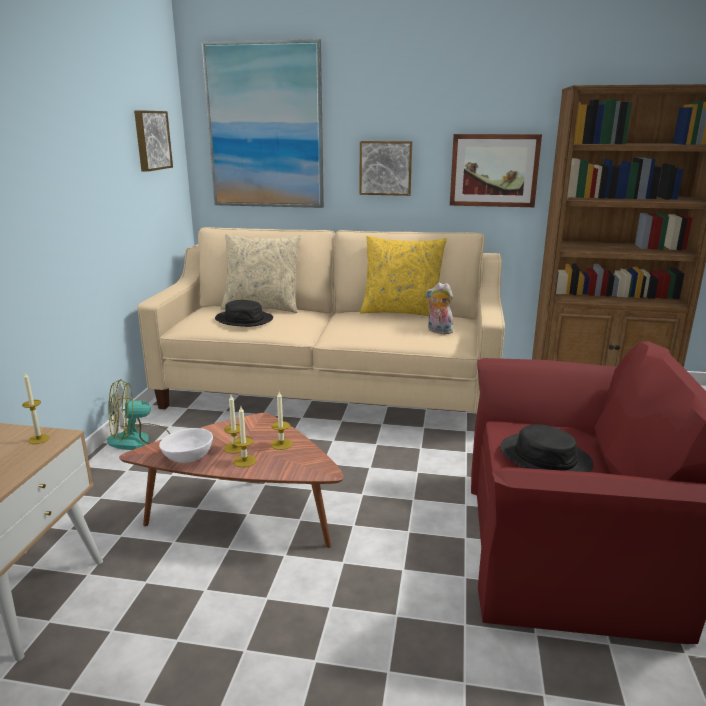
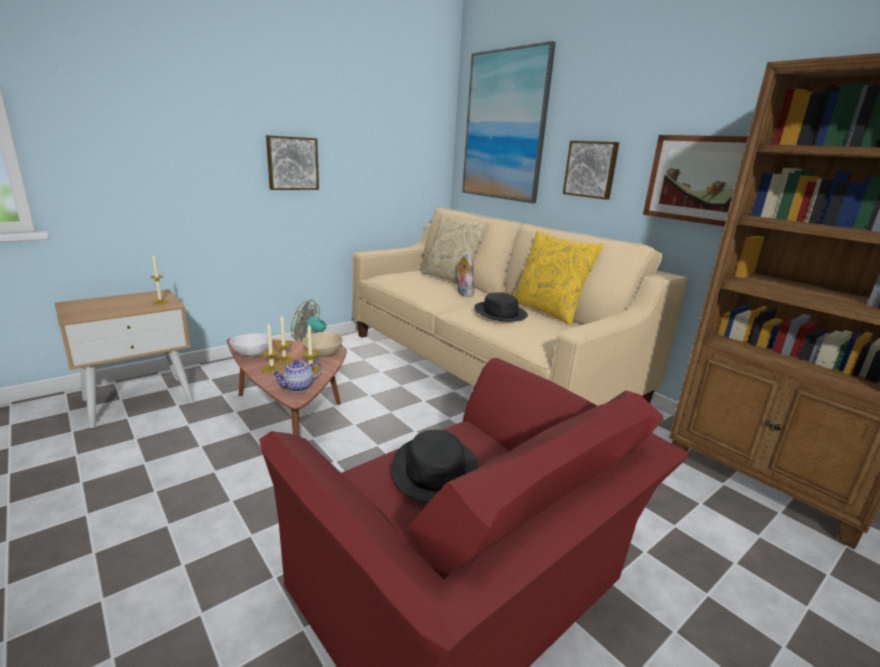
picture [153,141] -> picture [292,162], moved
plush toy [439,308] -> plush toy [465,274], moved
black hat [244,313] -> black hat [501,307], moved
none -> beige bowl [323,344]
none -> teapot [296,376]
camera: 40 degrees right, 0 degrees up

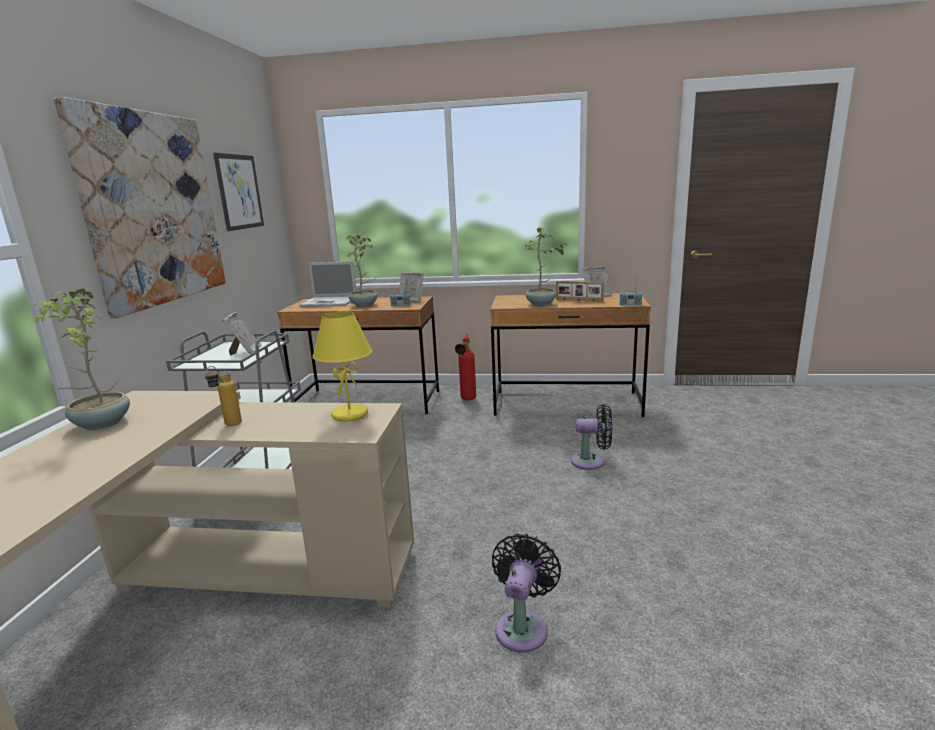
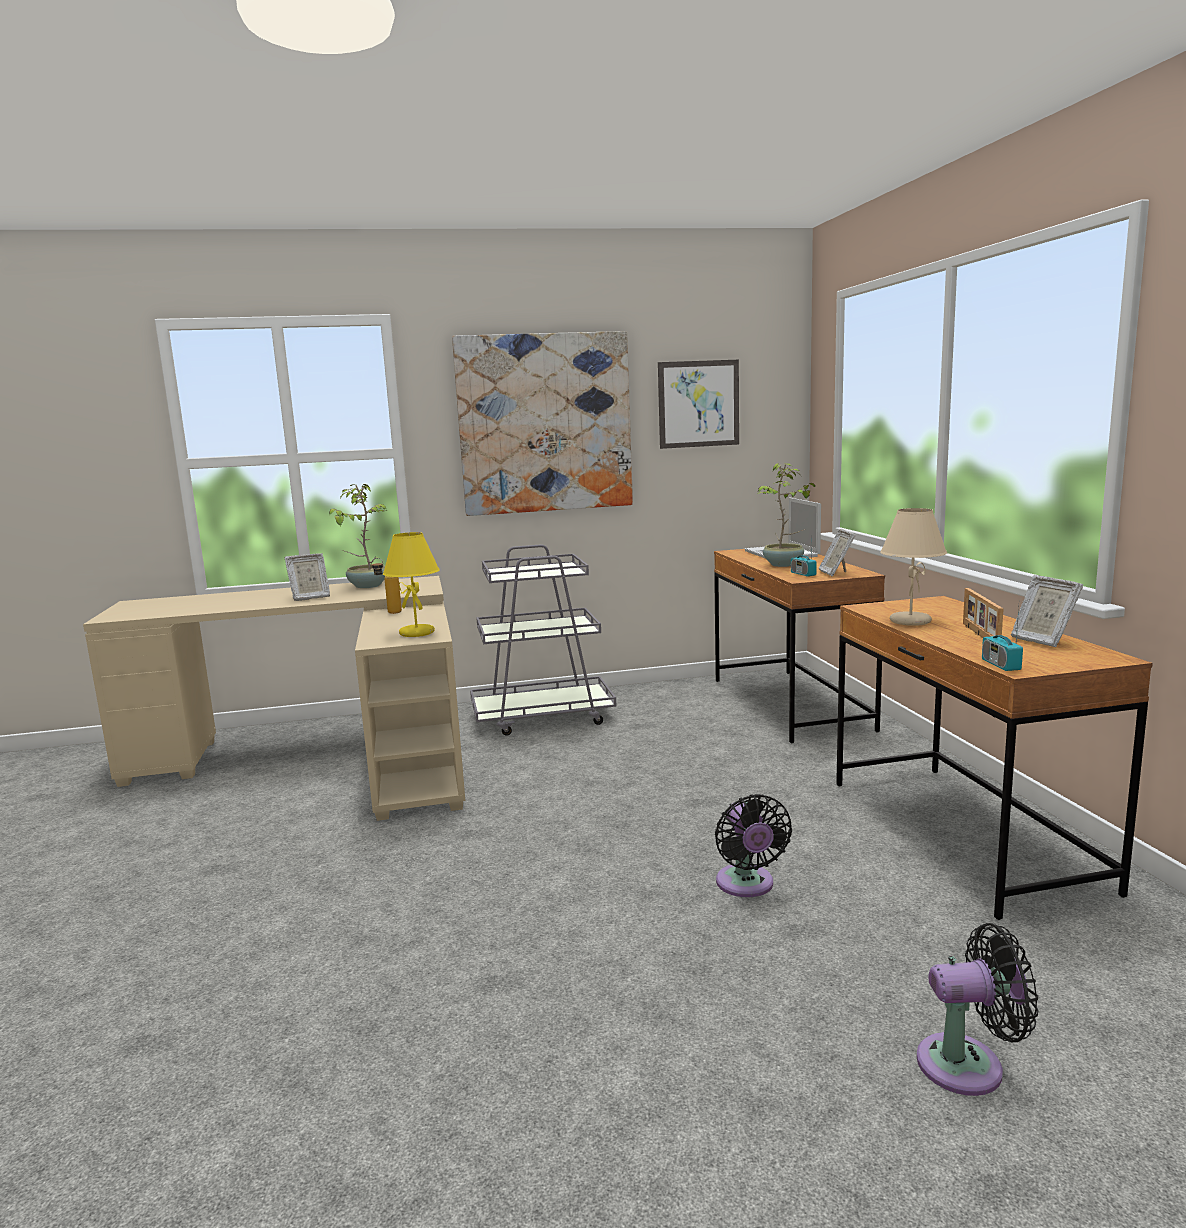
potted plant [543,266] -> beige table lamp [913,567]
picture frame [242,334] -> picture frame [307,577], moved
fire extinguisher [465,367] -> none
black fan [526,593] -> black fan [977,1009], moved
camera: 70 degrees right, 5 degrees down

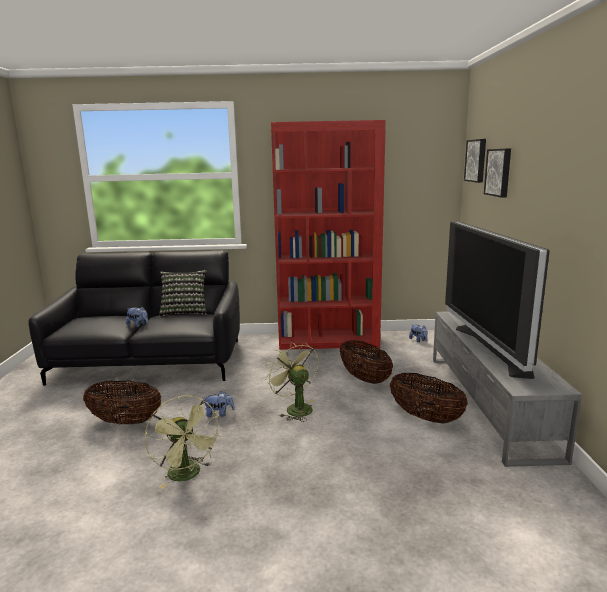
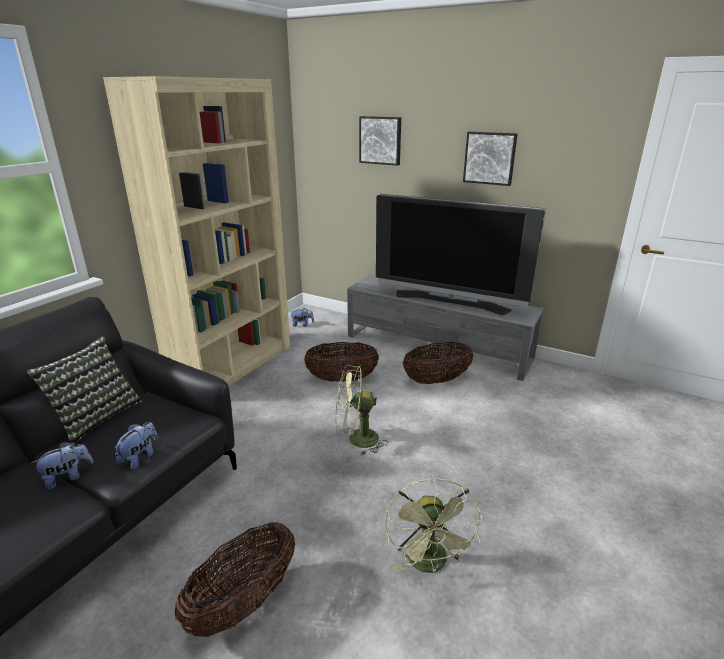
red bookcase [328,235] -> beige bookcase [196,231]
picture [475,161] -> picture [490,159], moved
plush toy [219,404] -> plush toy [136,445], moved
green fan [183,442] -> green fan [433,525], 90 degrees clockwise
camera: 60 degrees left, 10 degrees up

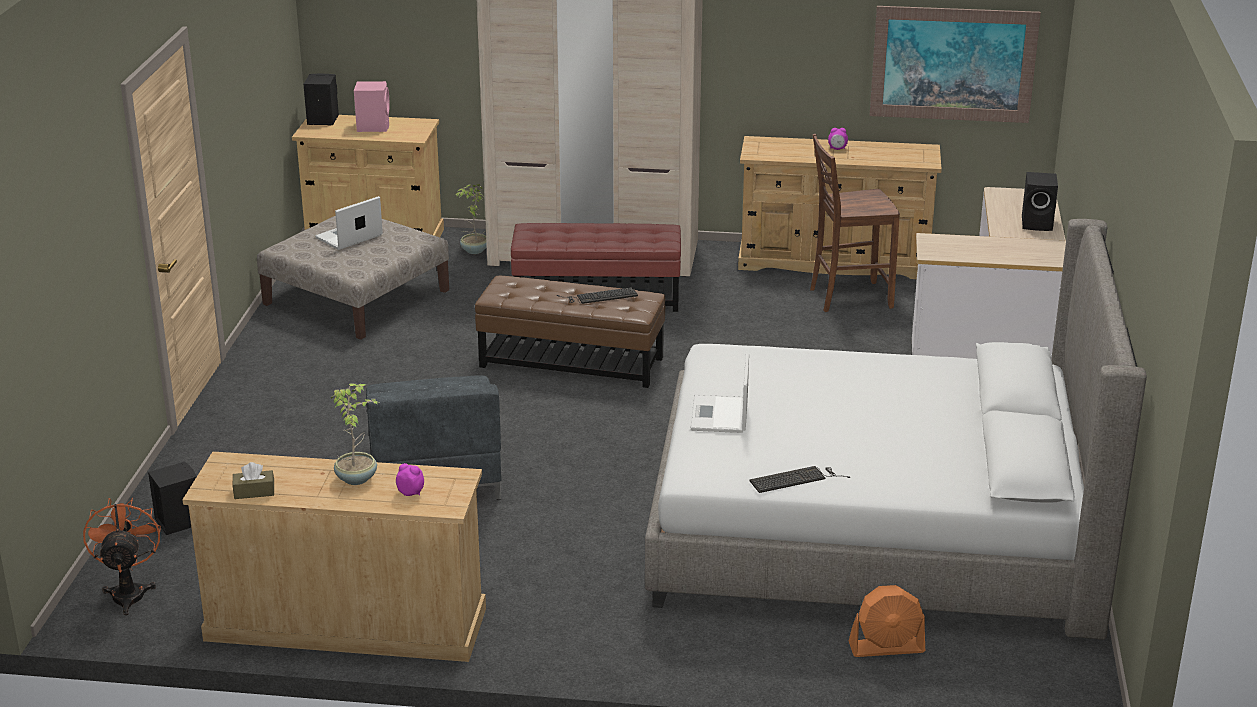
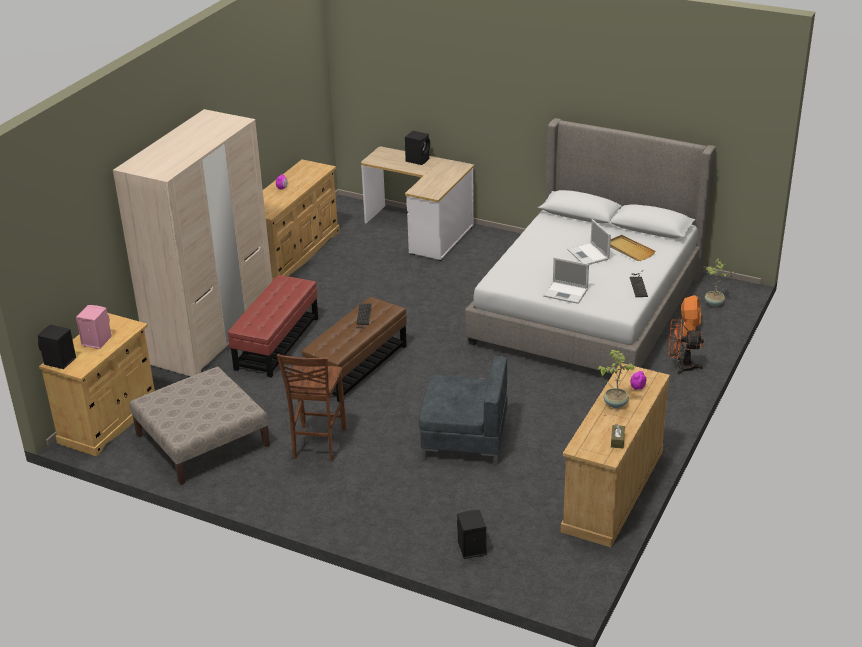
picture [955,64] -> none
brown chair [855,223] -> brown chair [312,407], moved
potted plant [471,219] -> potted plant [719,282], moved
laptop [349,223] -> laptop [589,242], moved
orange fan [122,556] -> orange fan [686,346], moved
none -> beige tray [632,248]
camera: 70 degrees left, 5 degrees up

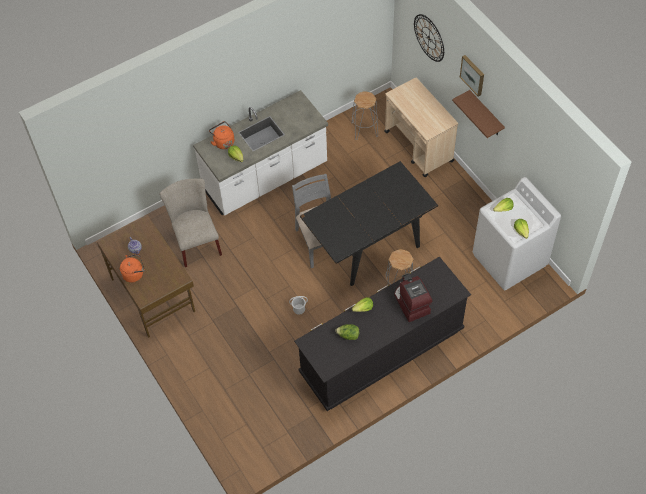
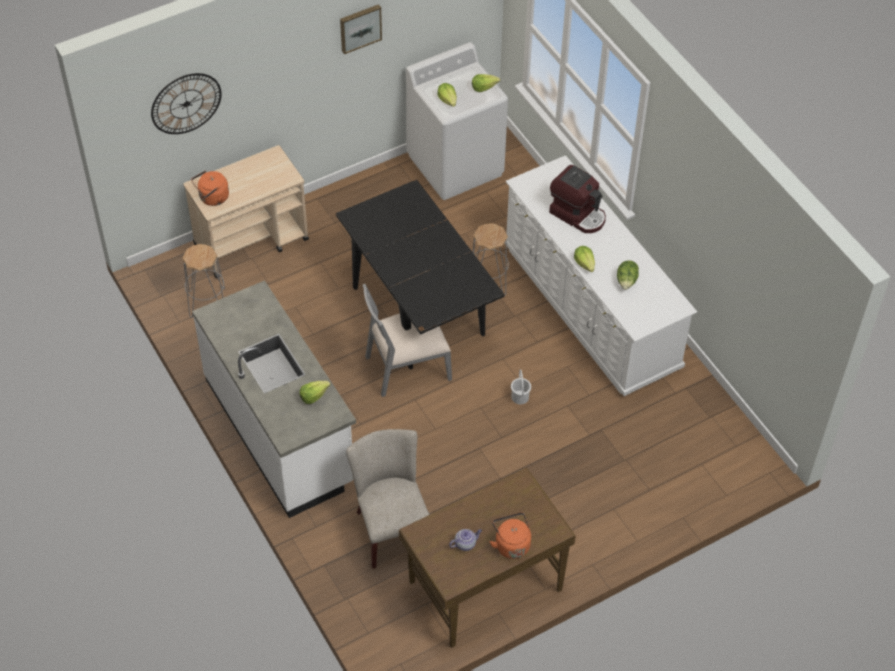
picture [472,76] -> picture [361,29], moved
brown shelf [478,114] -> none
orange kettle [222,135] -> orange kettle [210,188], moved
beige chair [191,223] -> beige chair [388,499], 90 degrees clockwise
black dresser [382,334] -> white dresser [601,275]
coffee machine [413,297] -> coffee machine [577,199], 120 degrees counterclockwise
camera: 90 degrees left, 5 degrees down

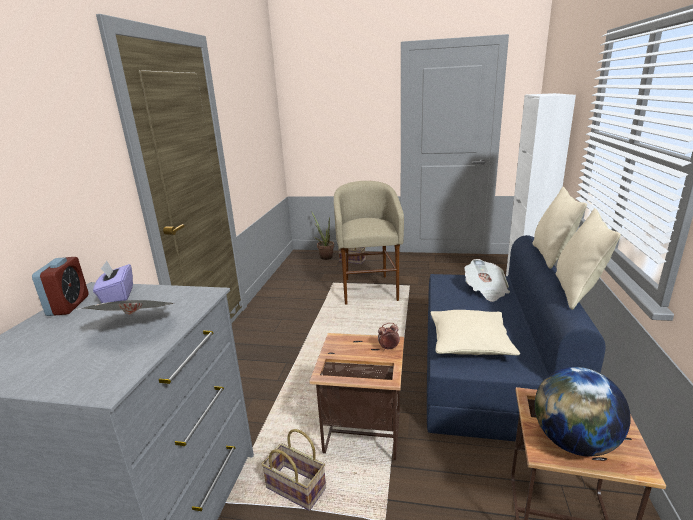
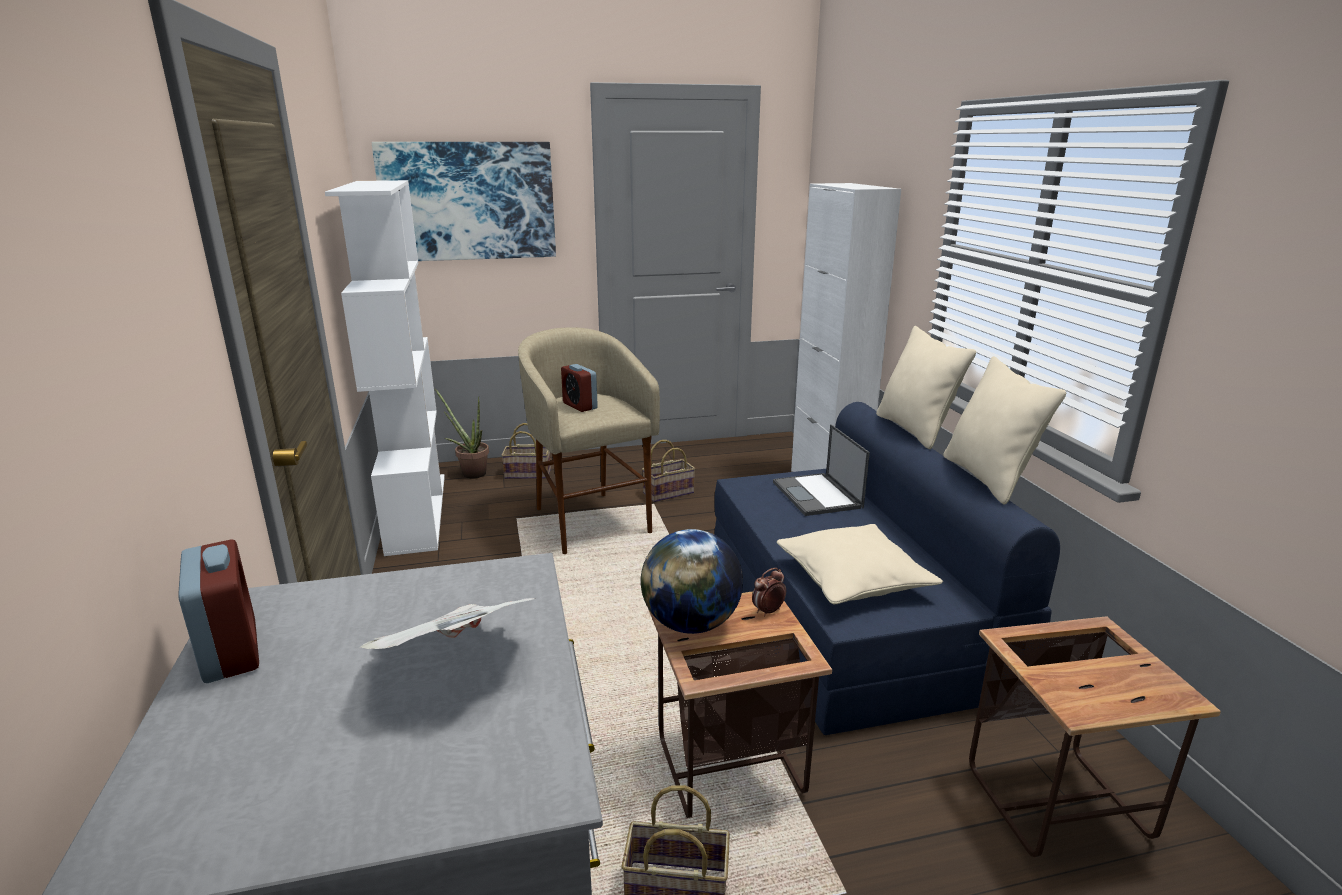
newspaper [487,280] -> laptop [821,470]
purple tissue box [113,282] -> none
globe [583,411] -> globe [692,581], moved
none -> picture [464,201]
none -> white bookcase [385,368]
none -> alarm clock [579,388]
none -> basket [668,471]
camera: 25 degrees left, 0 degrees up

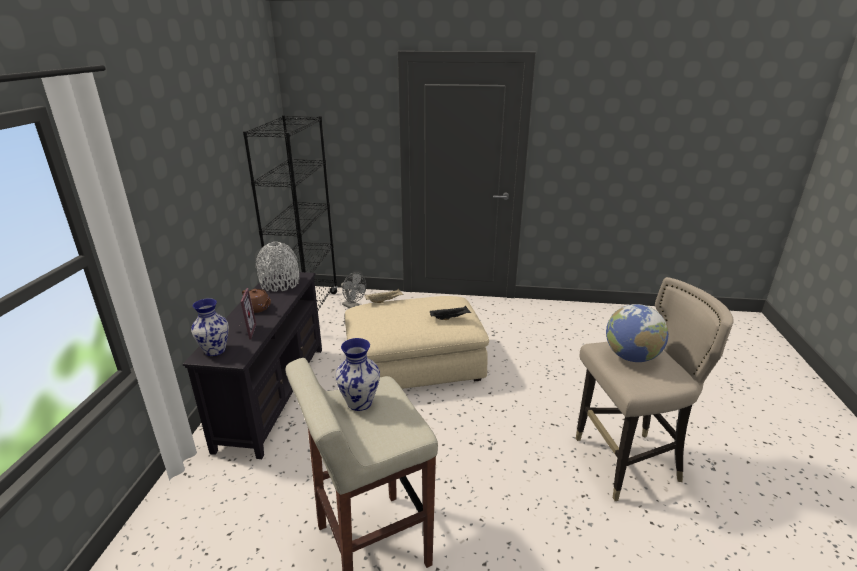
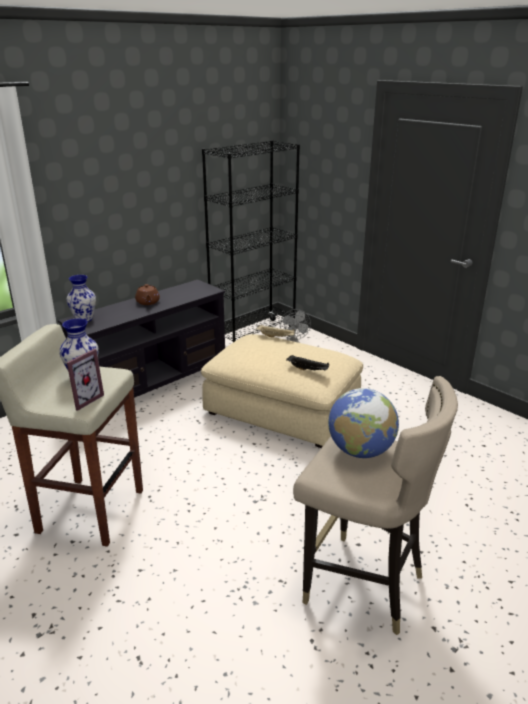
grey vase [277,267] -> none
picture frame [248,313] -> picture frame [85,380], moved
camera: 40 degrees right, 0 degrees up

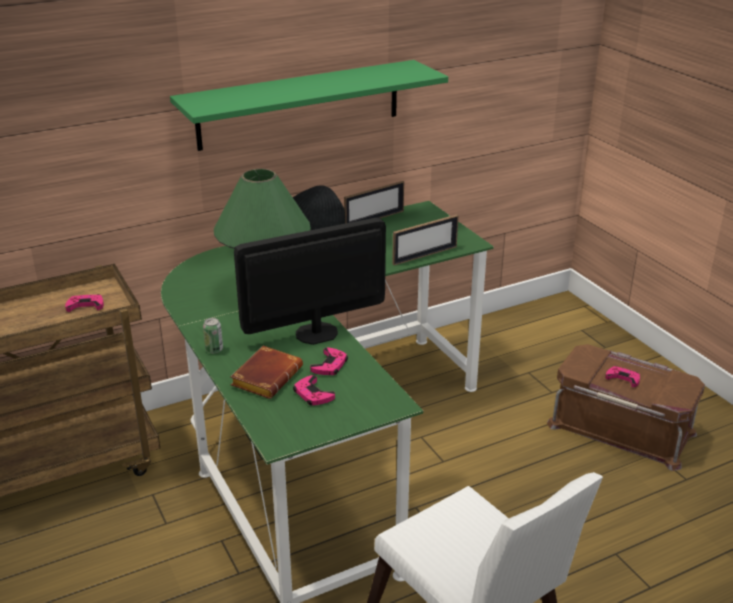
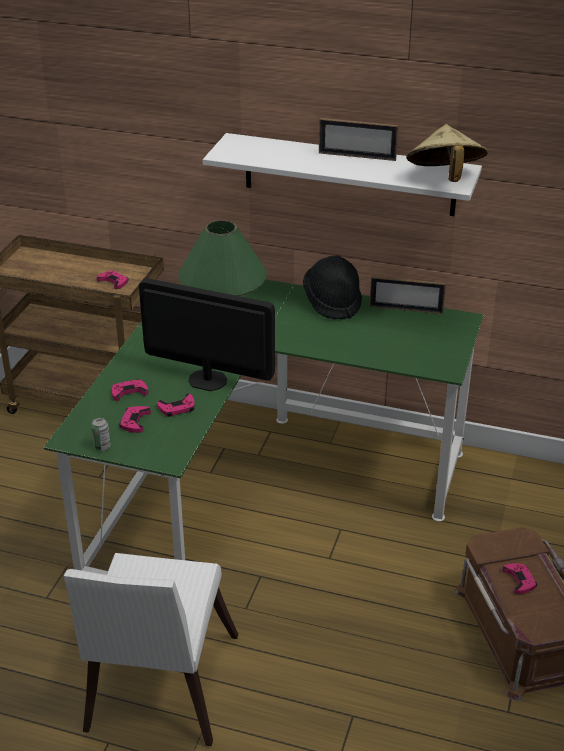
green shelf [309,105] -> white shelf [342,174]
picture frame [425,239] -> picture frame [358,139], moved
can [213,335] -> can [101,434], moved
brown book [266,372] -> pink game controller [130,390]
none -> beige hat [447,153]
camera: 45 degrees right, 5 degrees up

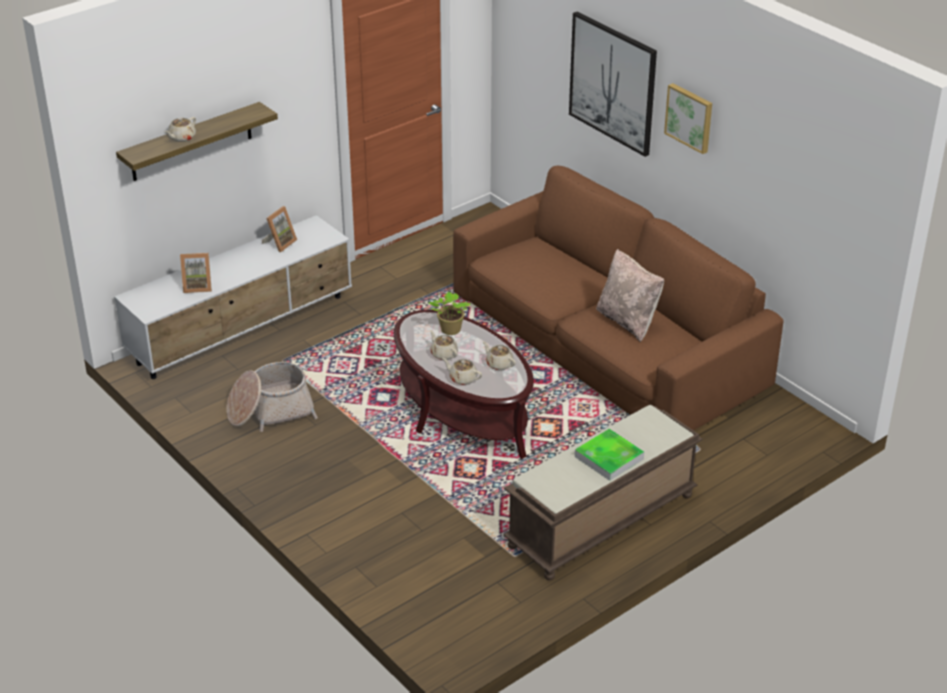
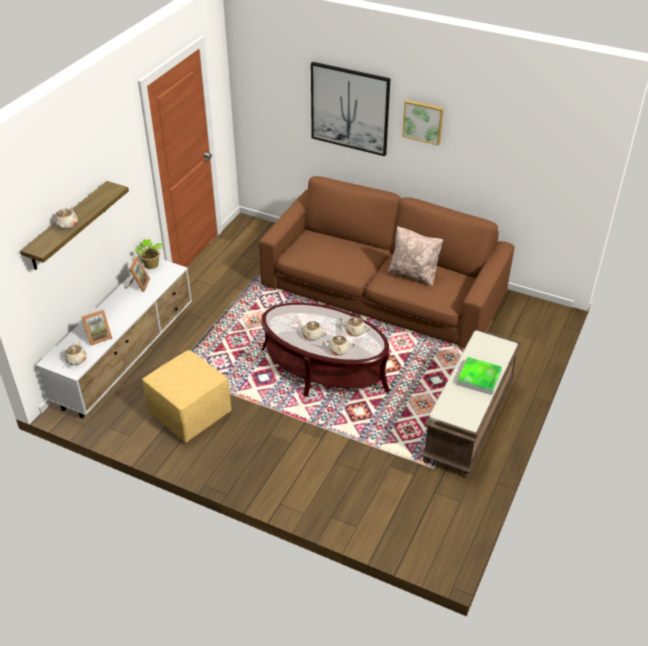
potted plant [449,313] -> potted plant [148,254], moved
basket [272,397] -> yellow ottoman [187,396]
none -> beige teapot [76,353]
camera: 25 degrees left, 5 degrees up

